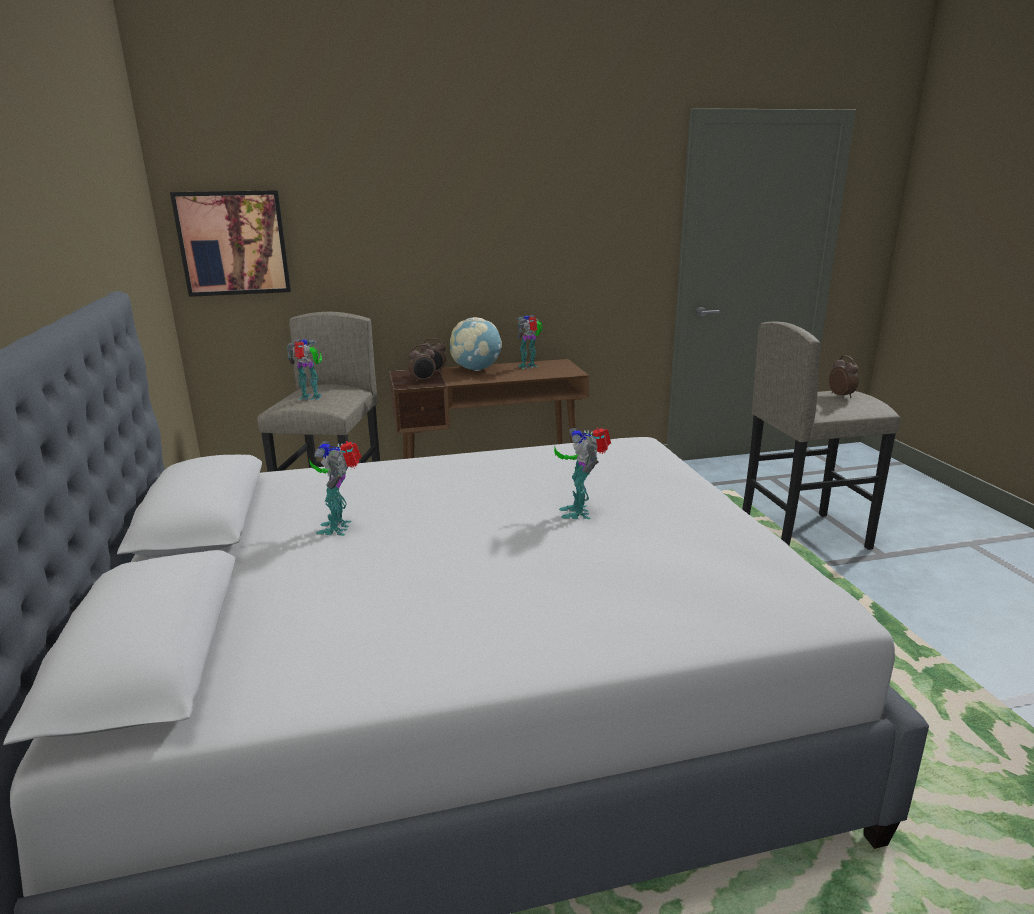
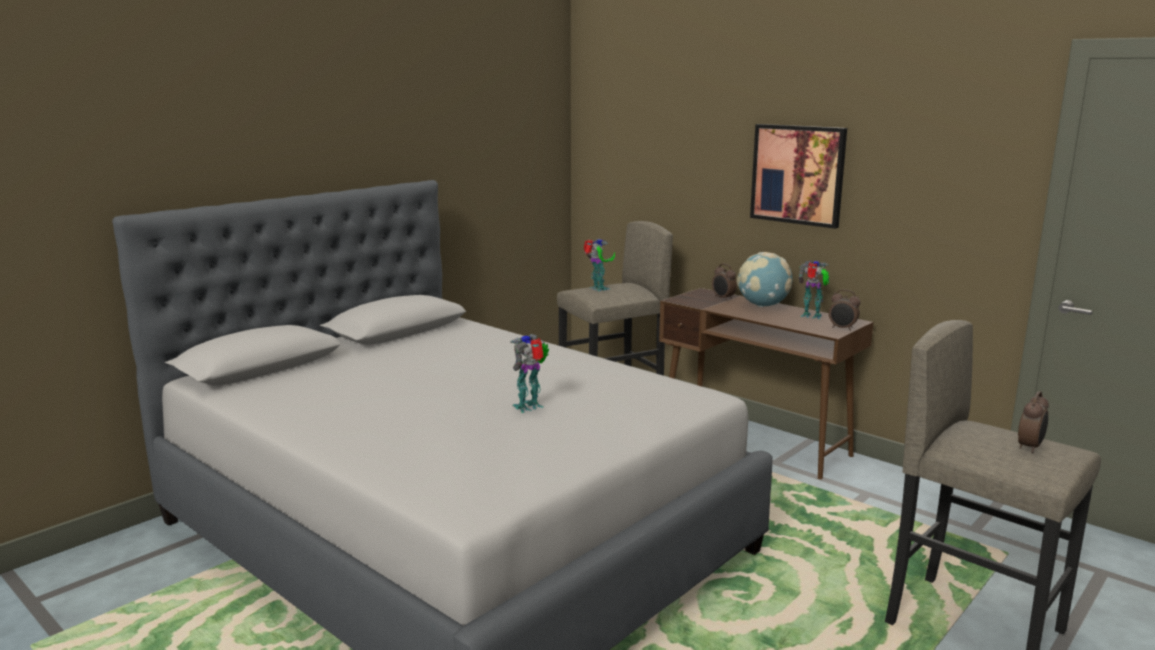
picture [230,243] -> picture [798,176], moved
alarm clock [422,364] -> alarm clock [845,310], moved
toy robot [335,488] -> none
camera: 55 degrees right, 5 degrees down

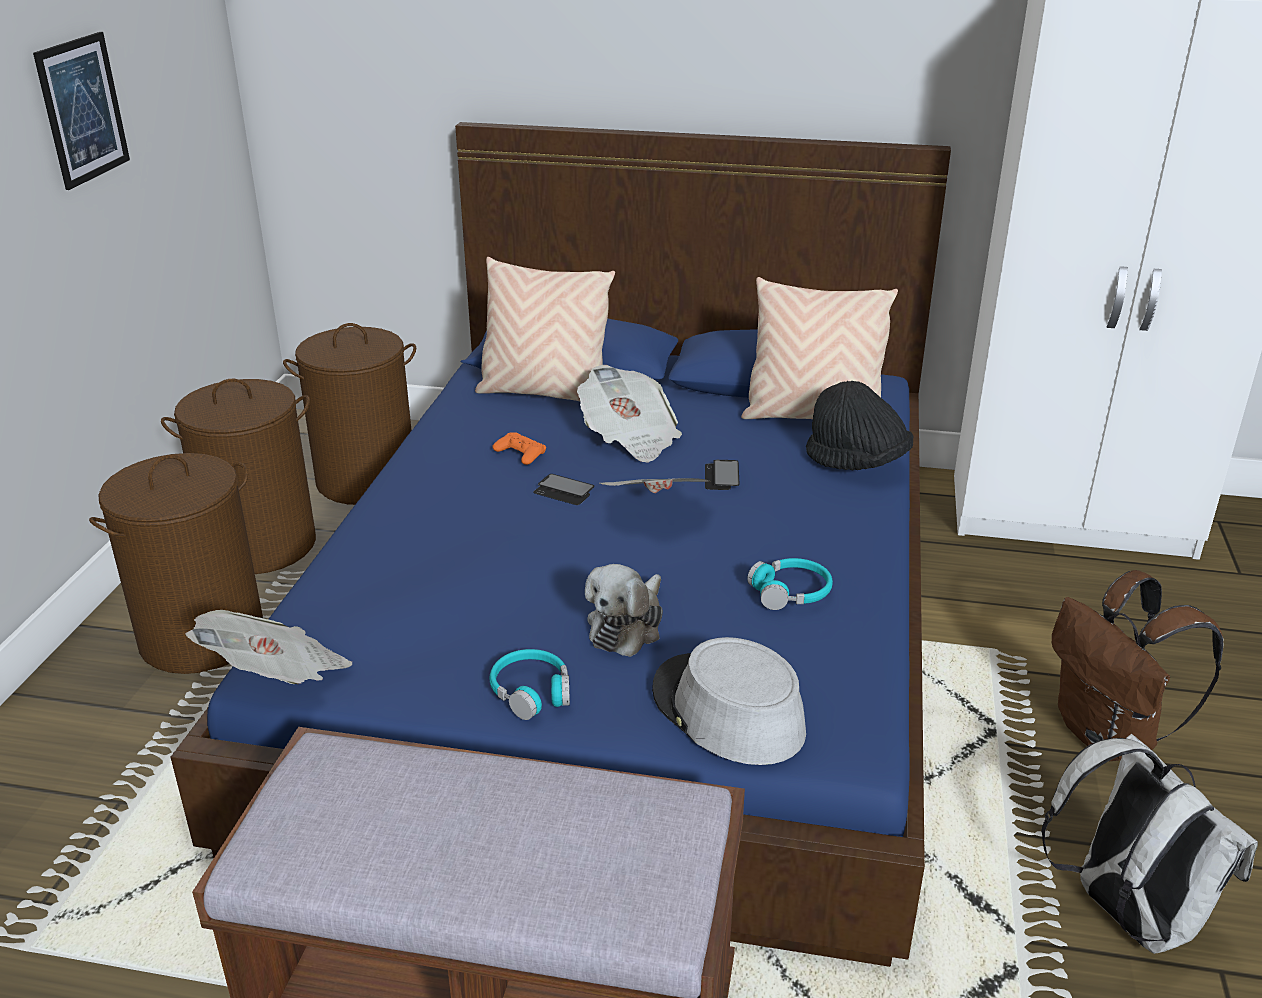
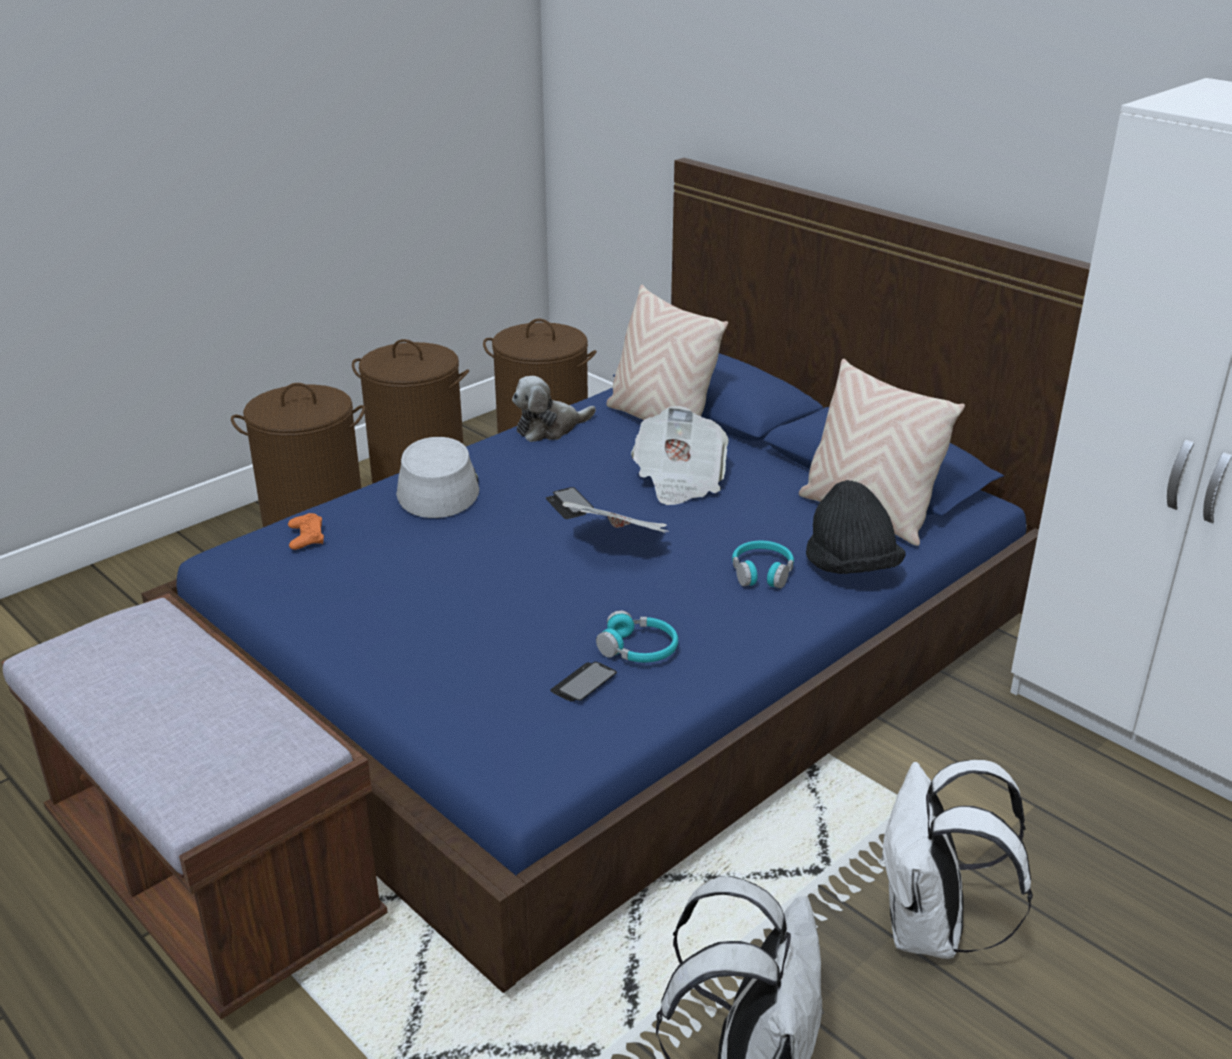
picture [81,111] -> none
orange game controller [519,448] -> orange game controller [306,531], moved
phone [722,475] -> phone [583,681], moved
plush toy [624,610] -> plush toy [554,409], moved
brown backpack [1138,665] -> white backpack [956,859]
newspaper [268,647] -> none
grey hat [729,701] -> grey hat [438,477], moved
turquoise headphones [529,684] -> turquoise headphones [763,565], moved
camera: 35 degrees right, 0 degrees up

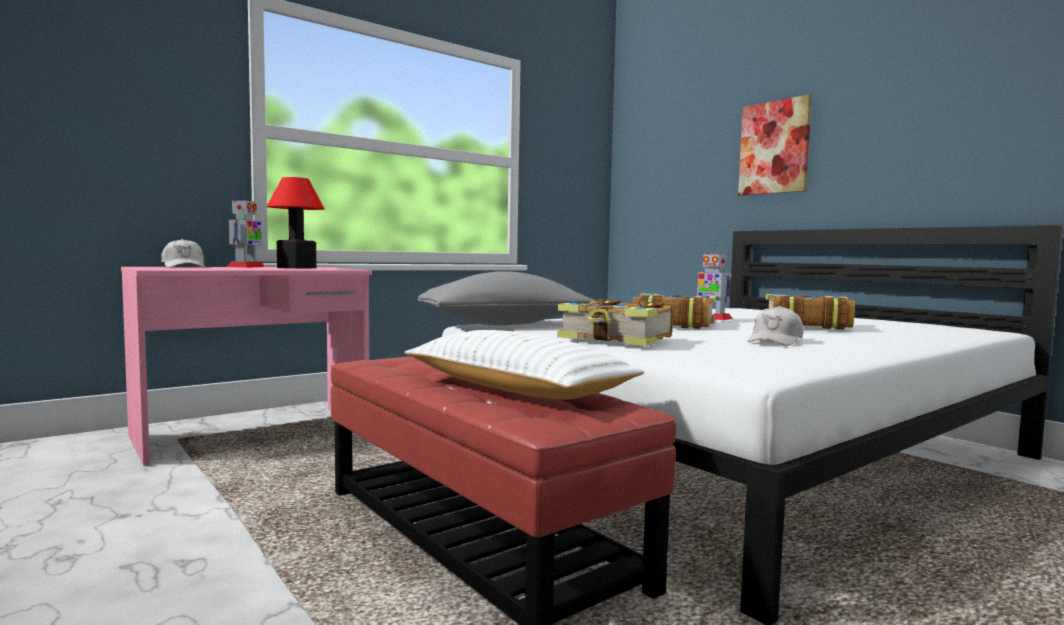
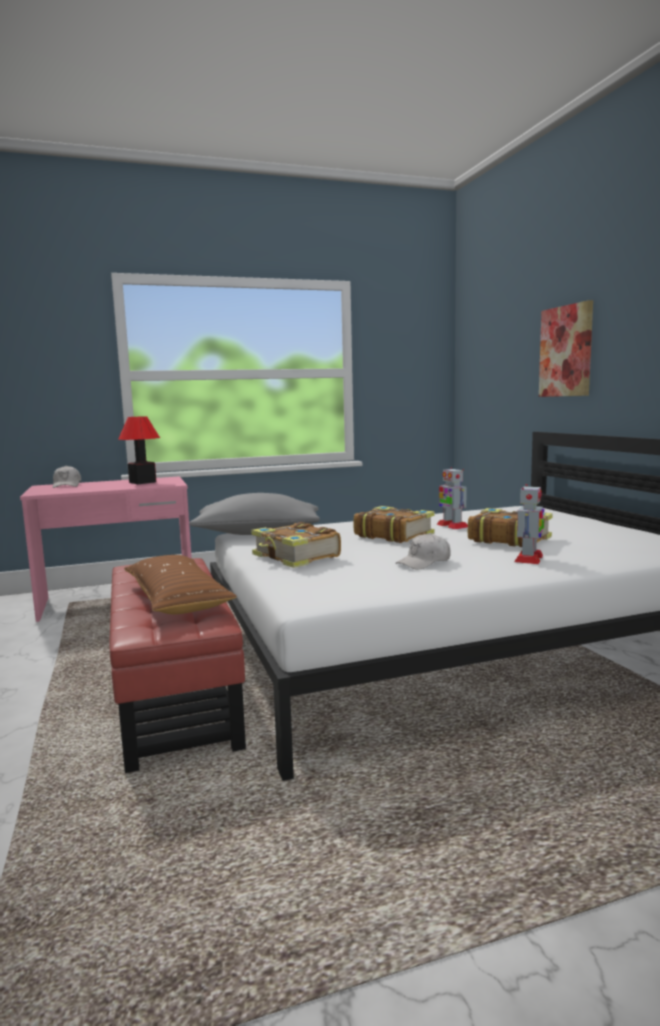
toy robot [246,233] -> toy robot [529,524], moved
white pillow [524,365] -> brown pillow [180,584]
camera: 20 degrees right, 5 degrees up

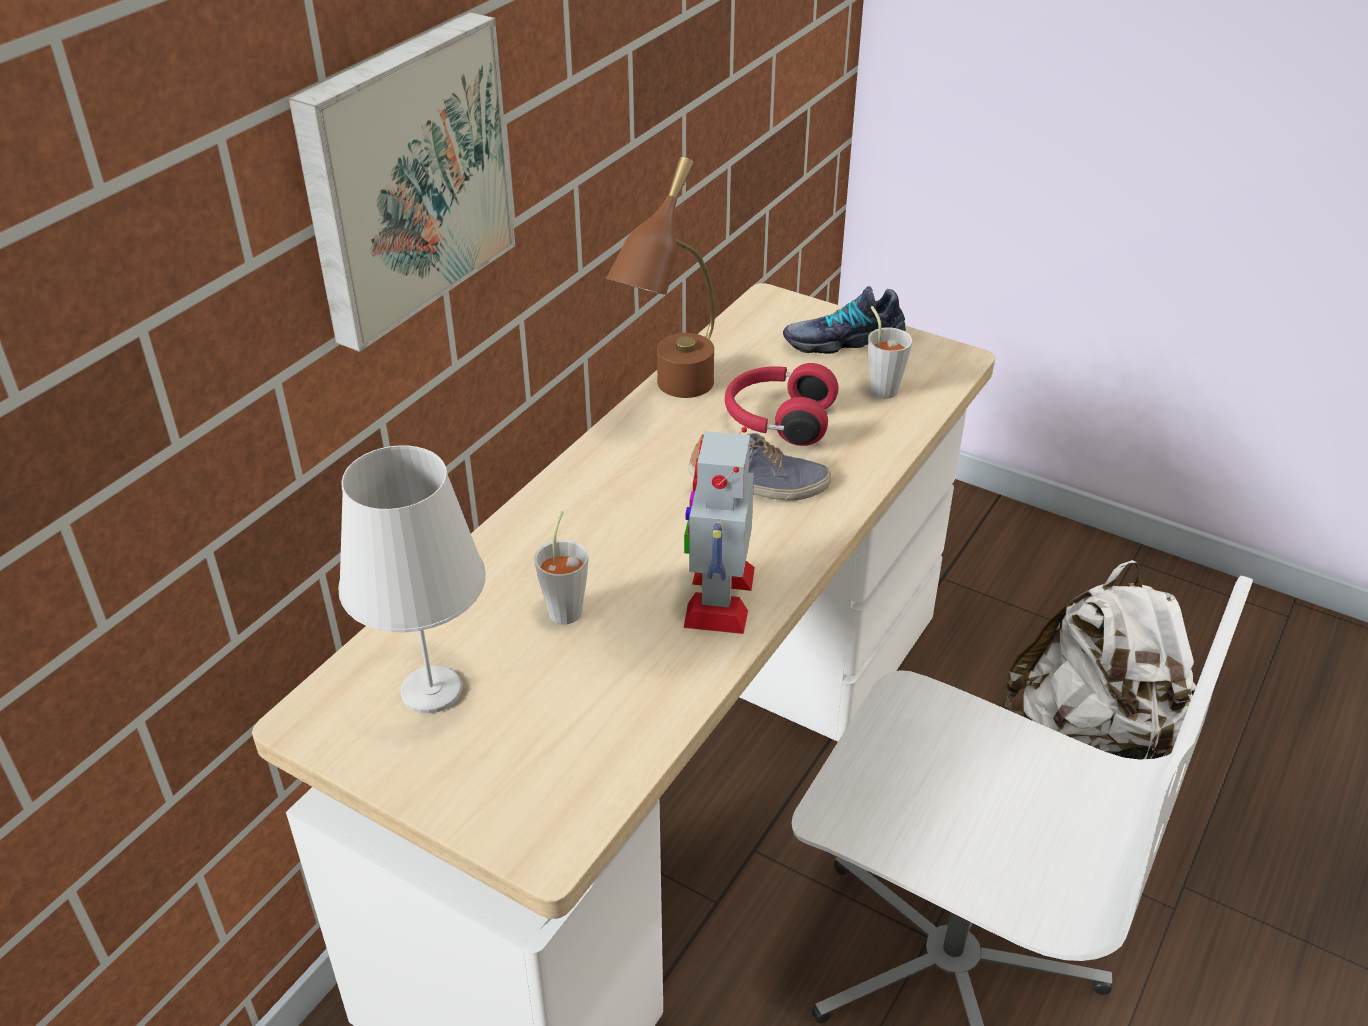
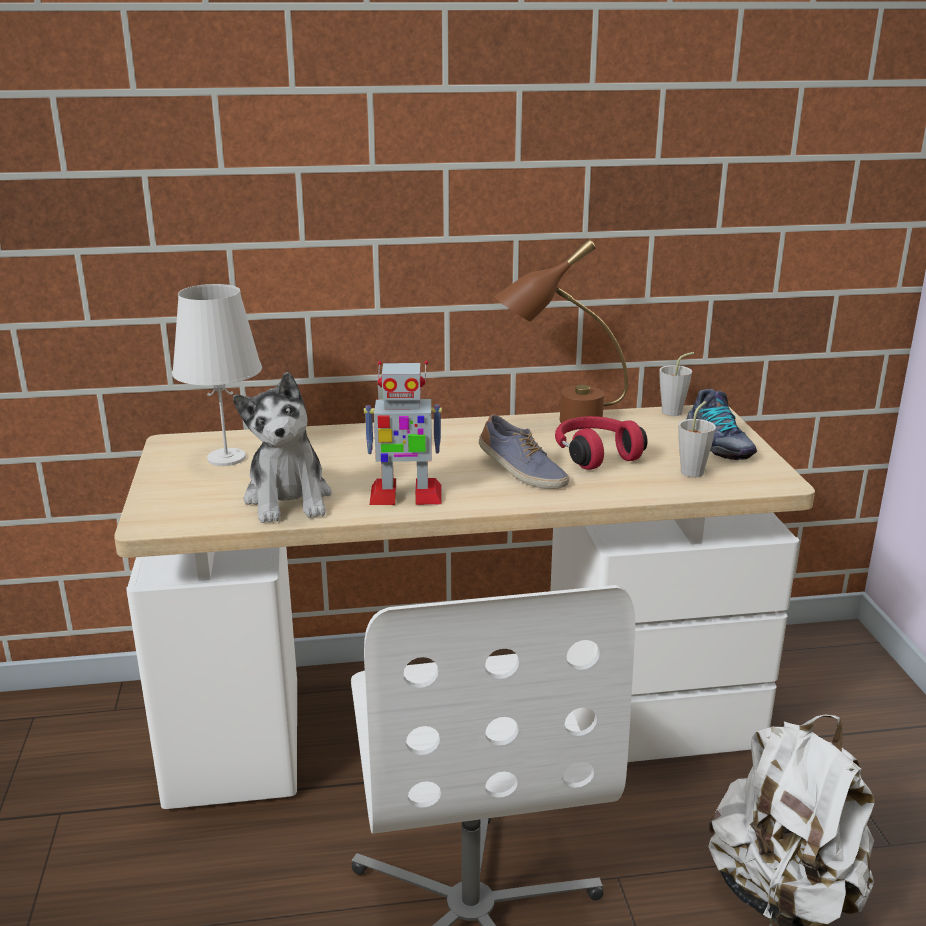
picture [402,182] -> none
shoe [844,320] -> shoe [721,424], 150 degrees counterclockwise
toy robot [719,530] -> toy robot [403,433], 150 degrees counterclockwise
grey cup [561,567] -> grey cup [676,384], moved
none -> plush toy [282,447]
camera: 50 degrees right, 15 degrees down

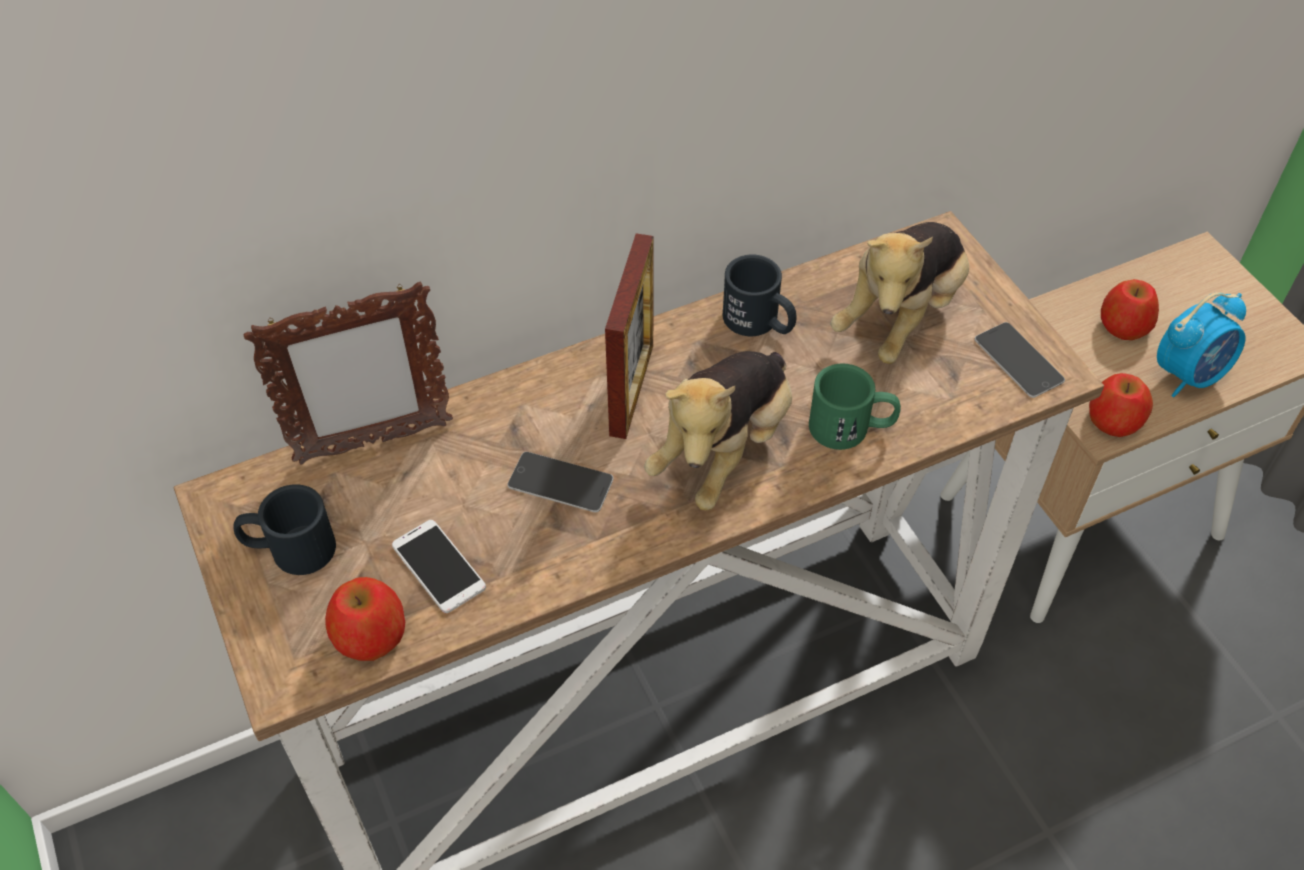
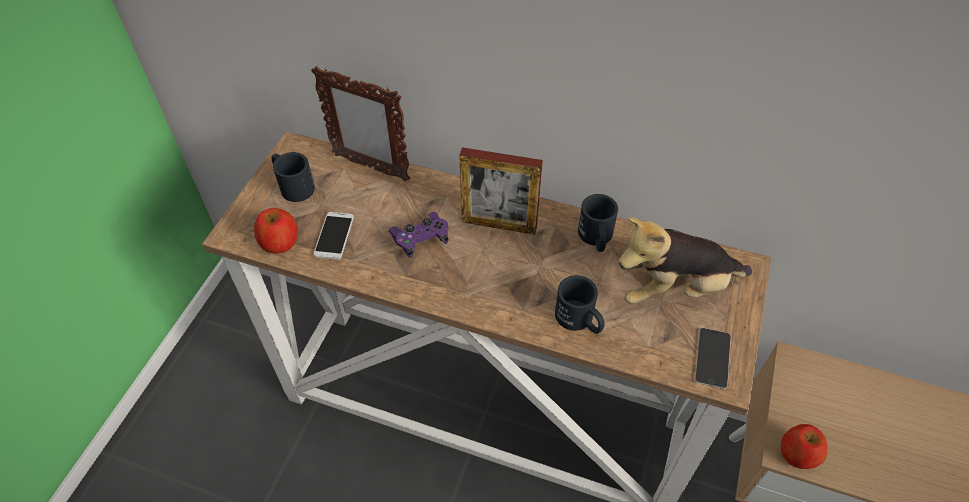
picture frame [629,336] -> picture frame [501,191], 45 degrees clockwise
apple [1130,309] -> none
alarm clock [1201,344] -> none
plush toy [718,430] -> none
green mug [855,406] -> black mug [580,304]
phone [560,482] -> purple game controller [419,235]
camera: 45 degrees right, 0 degrees up

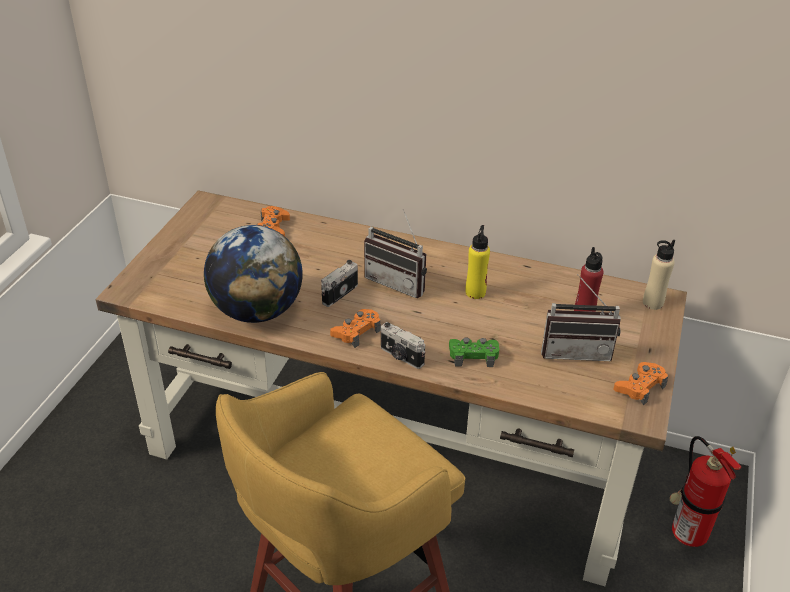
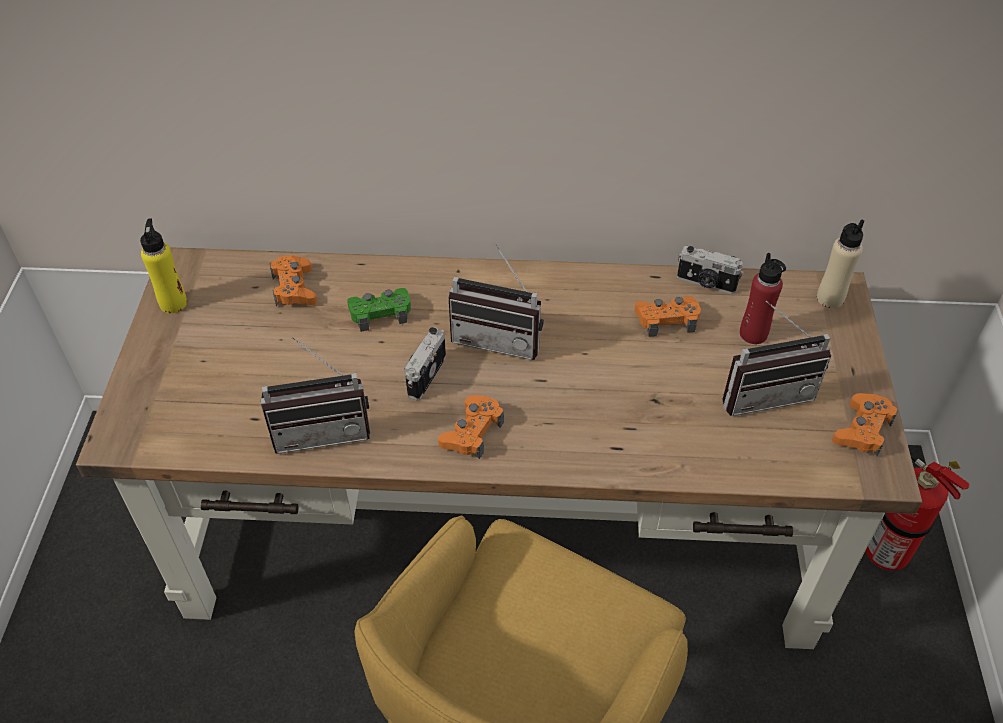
globe [253,274] -> radio [315,395]
yellow bottle [477,262] -> yellow bottle [163,266], moved
photo camera [403,345] -> photo camera [710,270], moved
green game controller [474,352] -> green game controller [379,310], moved
none -> orange game controller [667,316]
camera: 15 degrees left, 10 degrees up

